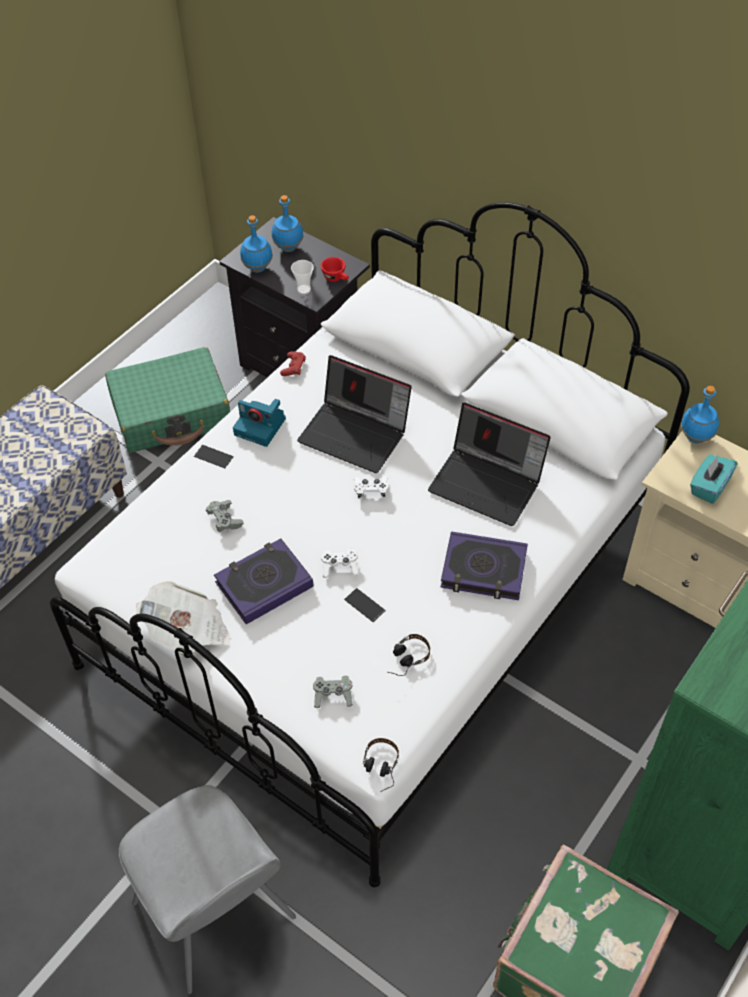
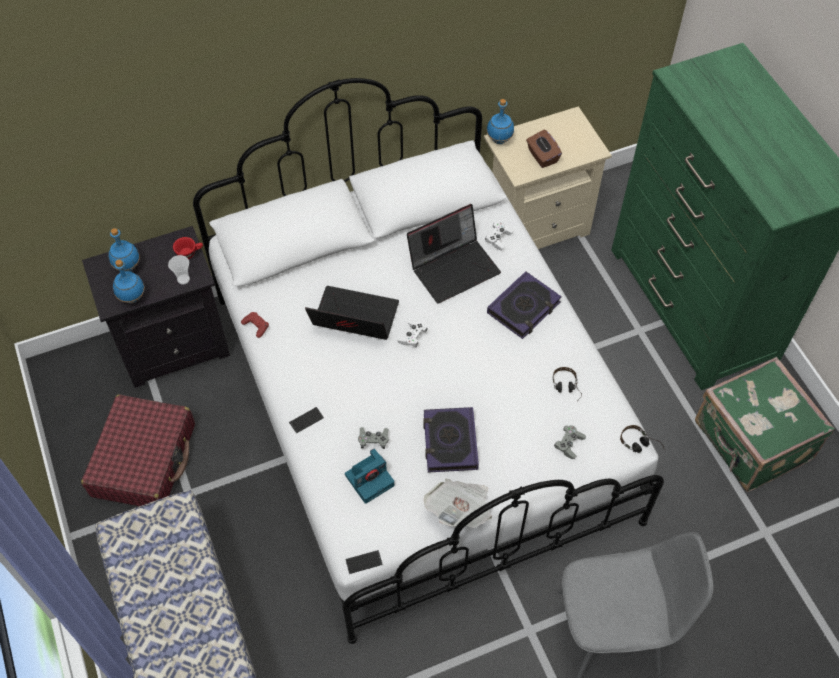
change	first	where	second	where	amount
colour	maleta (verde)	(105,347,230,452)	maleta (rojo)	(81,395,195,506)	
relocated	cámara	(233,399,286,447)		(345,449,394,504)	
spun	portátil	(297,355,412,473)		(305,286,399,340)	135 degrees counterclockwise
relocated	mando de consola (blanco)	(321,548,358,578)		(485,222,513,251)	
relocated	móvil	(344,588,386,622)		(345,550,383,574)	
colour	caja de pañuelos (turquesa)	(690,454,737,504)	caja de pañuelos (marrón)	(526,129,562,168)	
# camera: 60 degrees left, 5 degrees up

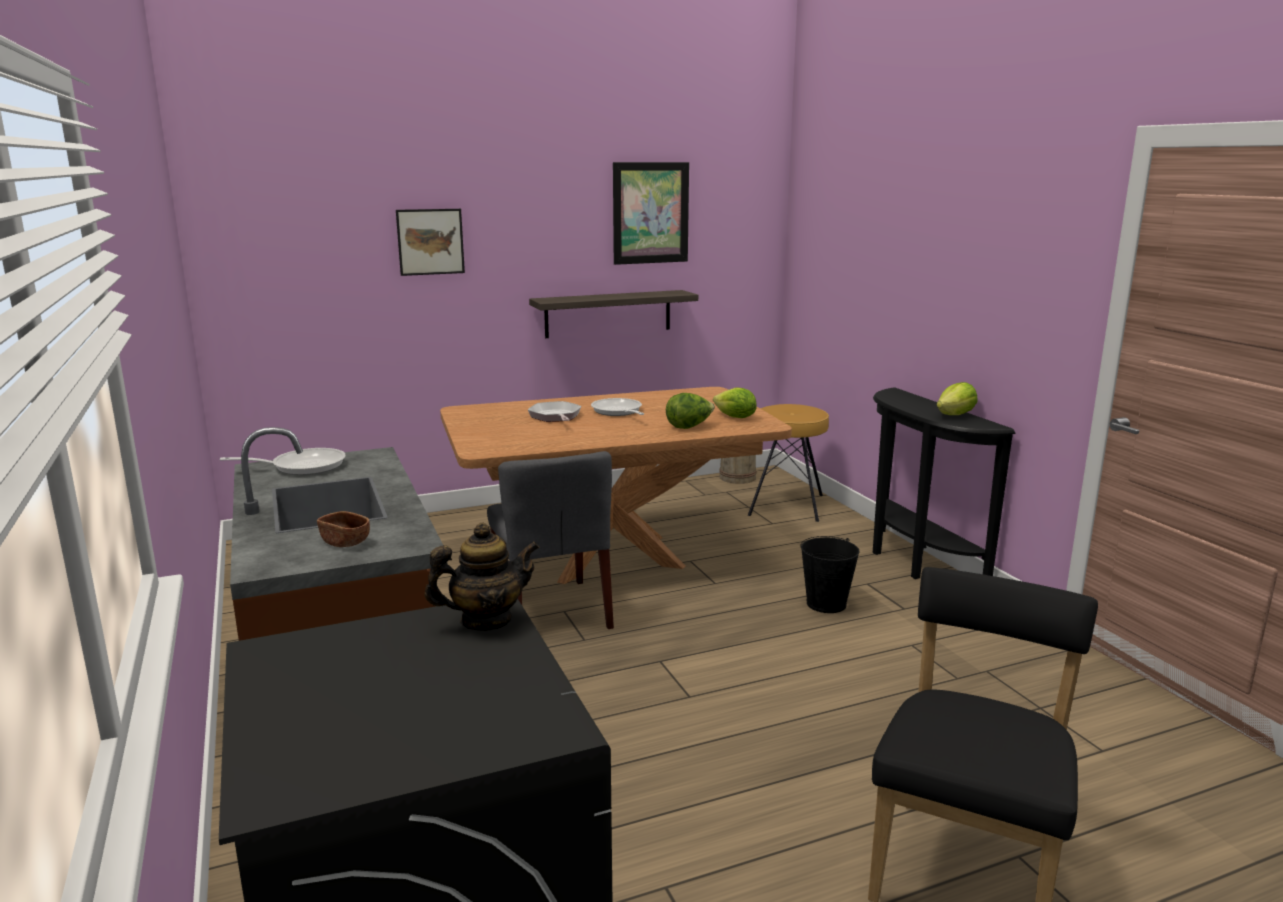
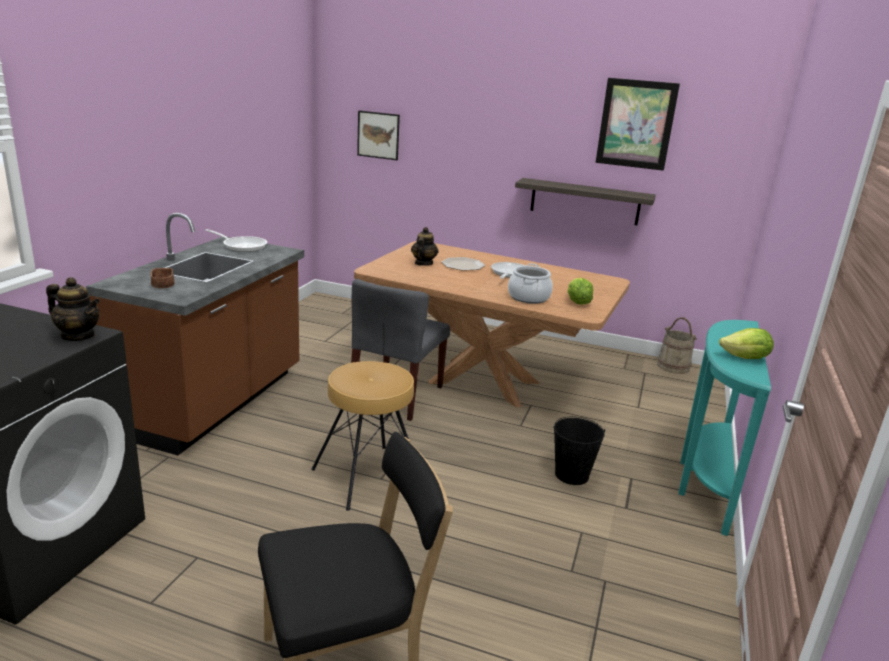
change	first	where	second	where	amount
relocated	cuadro	(396,209,465,276)		(357,111,400,160)	
exchanged	sartén	(528,401,582,422)	plato	(442,257,485,271)	
exchanged	lechuga	(666,393,715,429)	olla	(508,263,553,304)	
relocated	taburete (marrón)	(748,404,829,522)		(311,361,414,511)	
colour	mesa consola (negro)	(873,387,1015,579)	mesa consola (turquesa)	(678,320,771,536)	
appeared			tetera	(411,227,438,266)	
# camera: 40 degrees right, 5 degrees up

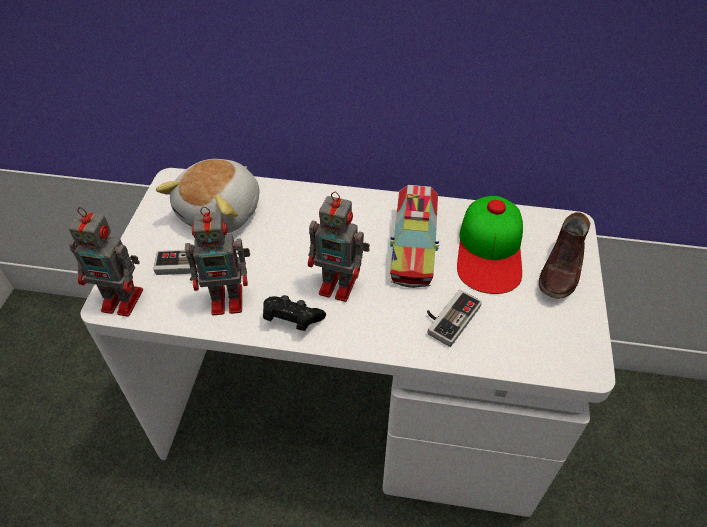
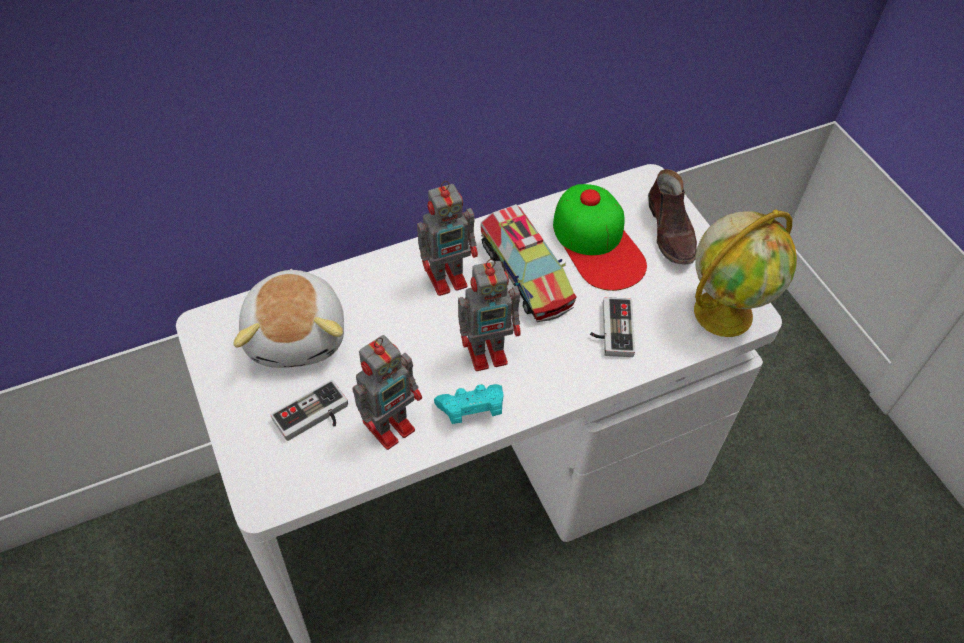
change	first	where	second	where	amount
relocated	robot de juguete	(69,207,143,317)		(417,181,478,296)	
colour	mando de consola (negro)	(263,295,326,331)	mando de consola (turquesa)	(434,384,504,424)	
appeared			globo terráqueo	(694,210,797,337)	
# camera: 35 degrees left, 5 degrees up

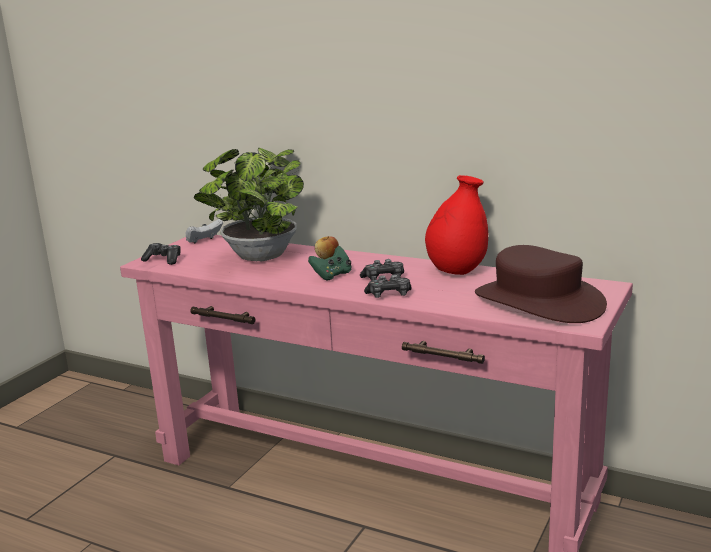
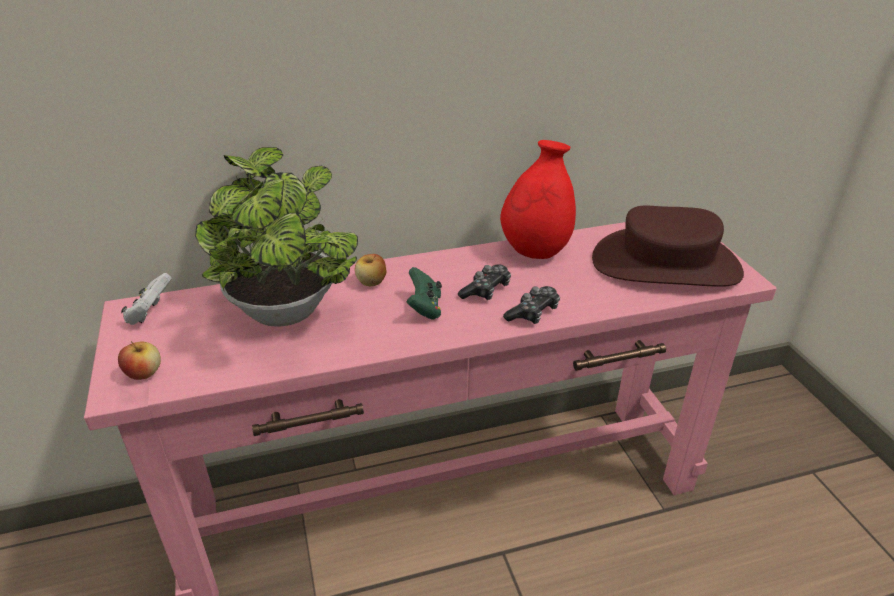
change	first	where	second	where	amount
exchanged	mando de consola	(141,243,181,265)	manzana	(118,341,161,380)	
# camera: 45 degrees left, 15 degrees up

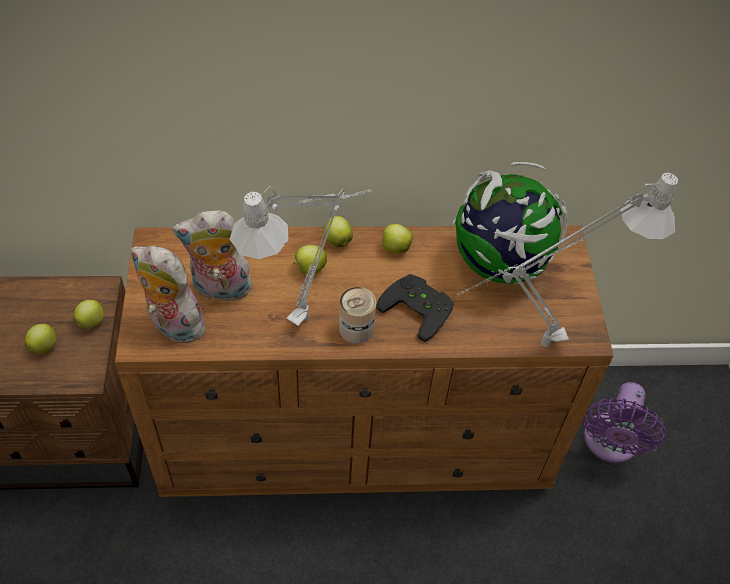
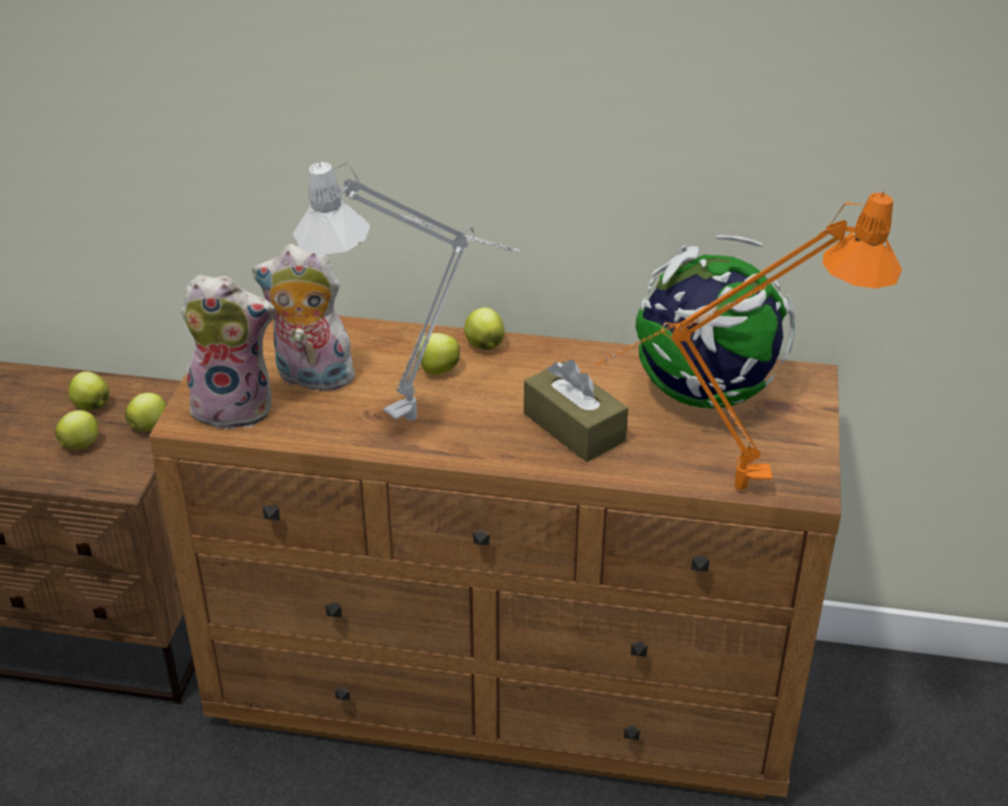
change	first	where	second	where	amount
spun	peluche	(131,246,209,343)		(181,275,275,430)	135 degrees clockwise
missing	lata	(339,287,376,344)			
exchanged	mando de consola (negro)	(376,274,454,342)	caja de pañuelos (marrón)	(524,360,628,462)	
relocated	manzana	(381,224,413,254)		(69,371,109,410)	
colour	lámpara de mesa (gris)	(456,173,678,347)	lámpara de mesa (naranja)	(595,192,902,491)	
missing	ventilador (morado)	(584,382,666,463)			
# camera: 15 degrees right, 15 degrees down

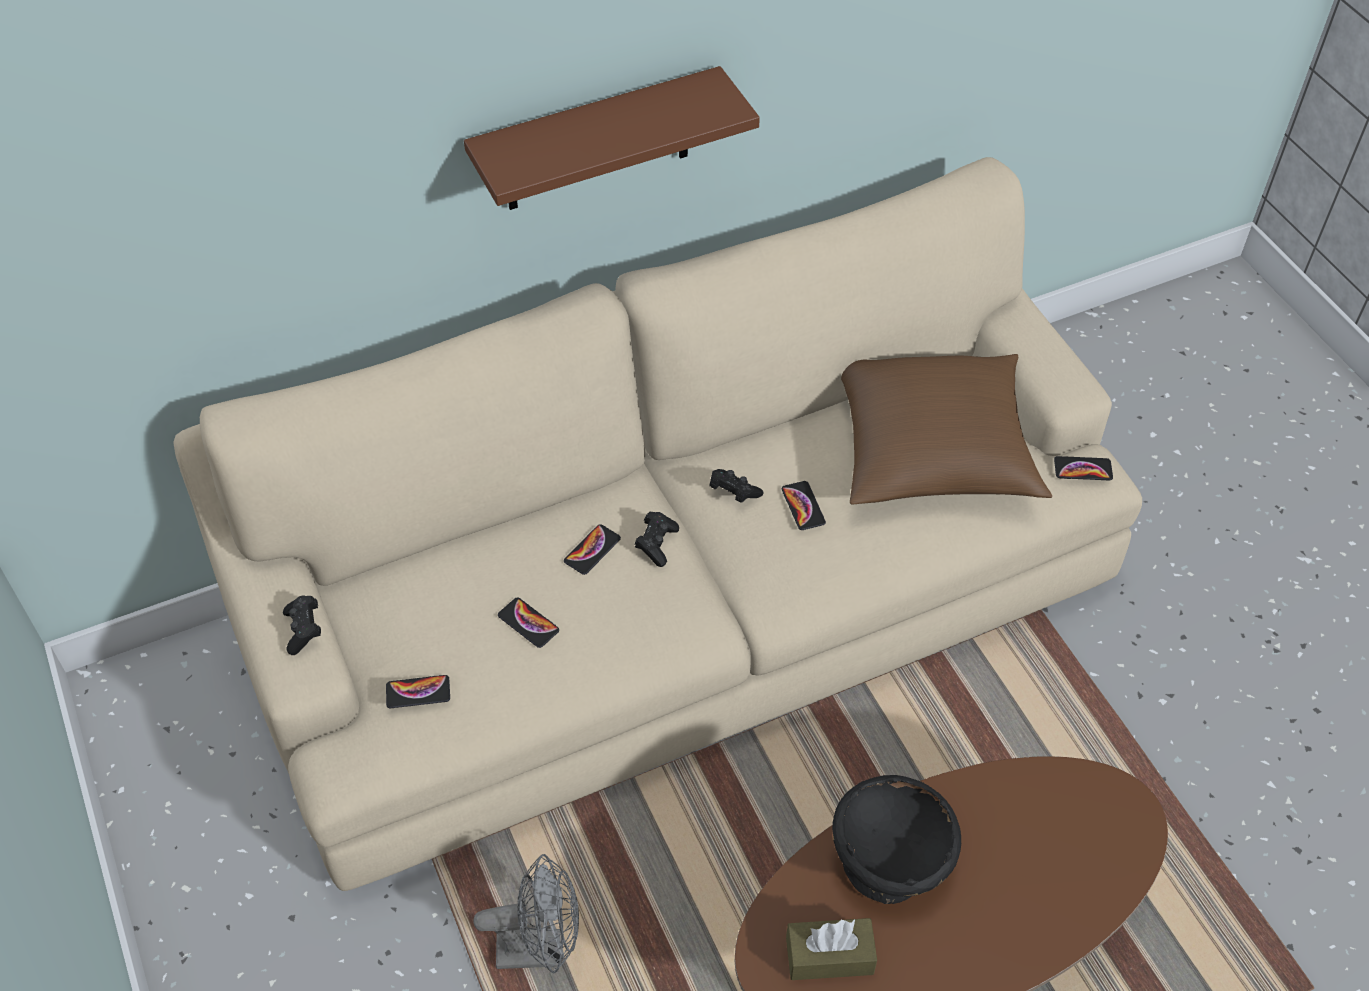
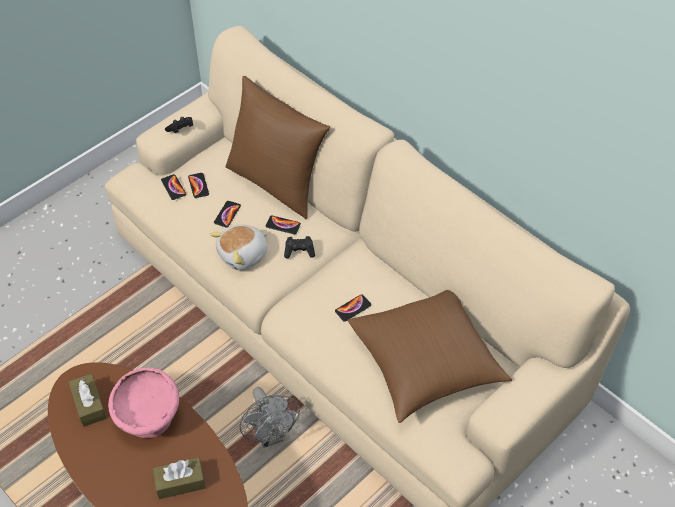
change	first	where	second	where	amount
missing	estante (marrón)	(464,66,760,210)			
relocated	ventilador (gris)	(473,854,579,973)		(239,387,300,448)	
missing	mando de consola (negro)	(709,469,763,503)			
colour	cuenco (negro)	(832,775,961,904)	cuenco (rosa)	(108,367,179,438)	
relocated	móvil	(1054,456,1113,480)		(188,173,209,198)	
appeared			caja de pañuelos (marrón)	(153,457,206,499)	
appeared			peluche	(210,225,269,270)	
appeared			cojín (marrón)	(226,76,330,219)	
# camera: 70 degrees right, 0 degrees up

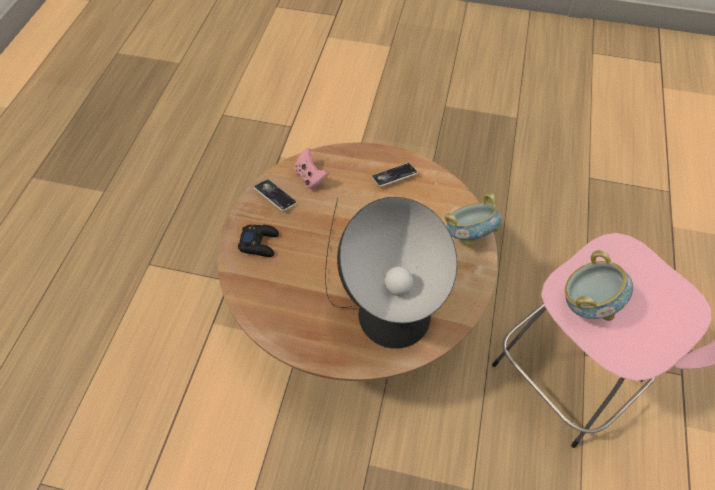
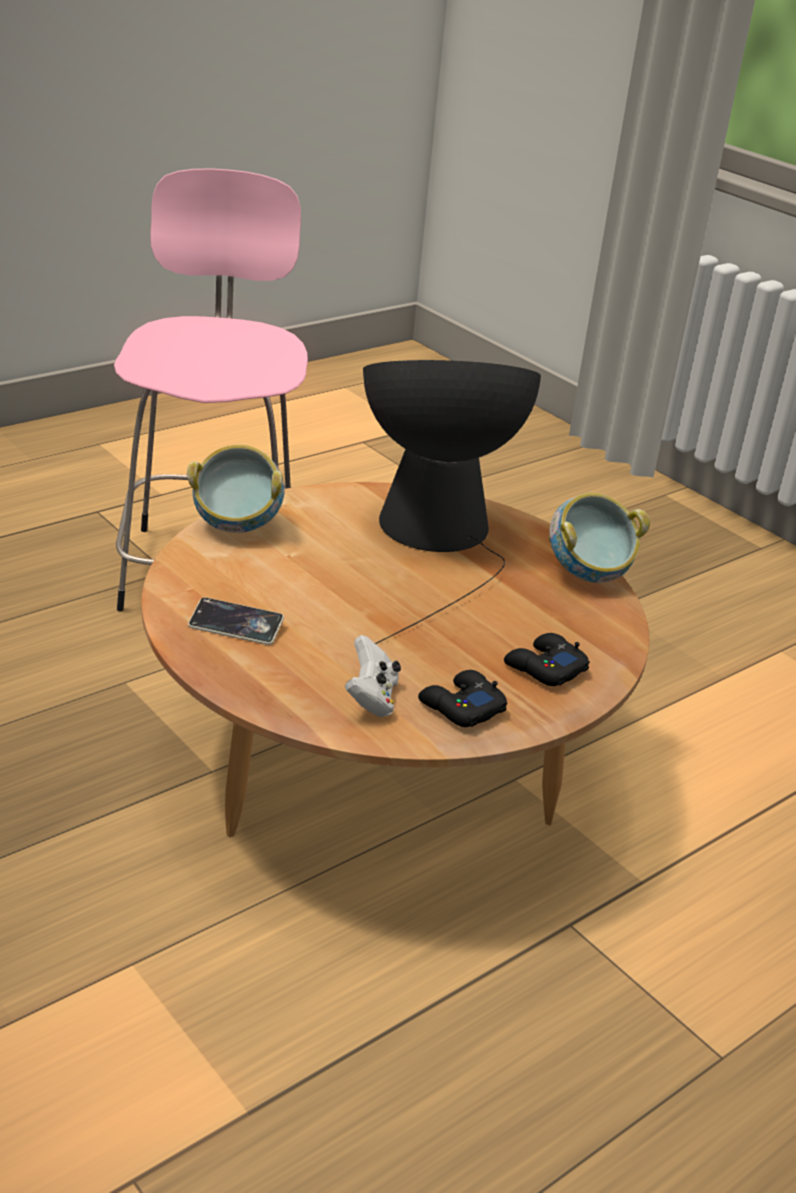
change	first	where	second	where	amount
exchanged	móvil	(254,179,297,211)	mando de consola (negro)	(418,670,507,727)	
colour	mando de consola (rosa)	(294,148,329,190)	mando de consola (blanco)	(344,635,401,717)	
relocated	cuenco	(565,250,633,321)		(548,493,650,583)	
# camera: 145 degrees left, 25 degrees down

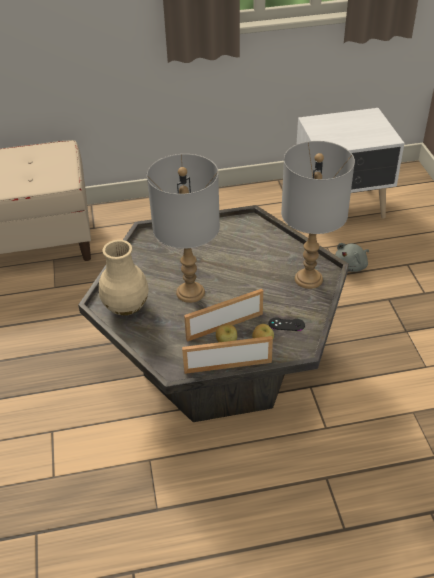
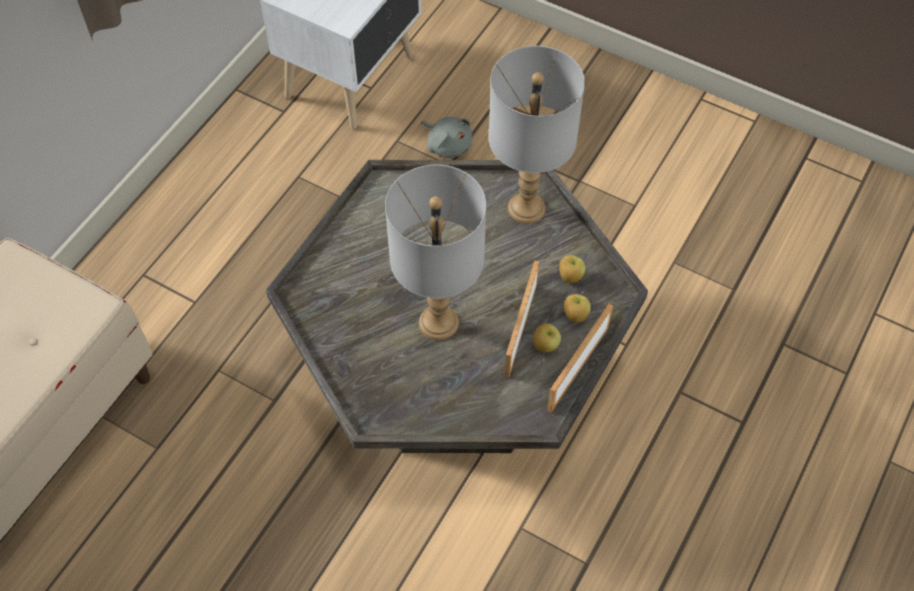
change	first	where	second	where	amount
missing	florero (beis)	(99,240,149,316)			
exchanged	mando de consola (negro)	(269,317,305,331)	manzana	(559,255,586,283)	
spun	peluche (gris)	(335,243,369,272)		(421,117,472,158)	45 degrees counterclockwise
# camera: 50 degrees left, 15 degrees up

